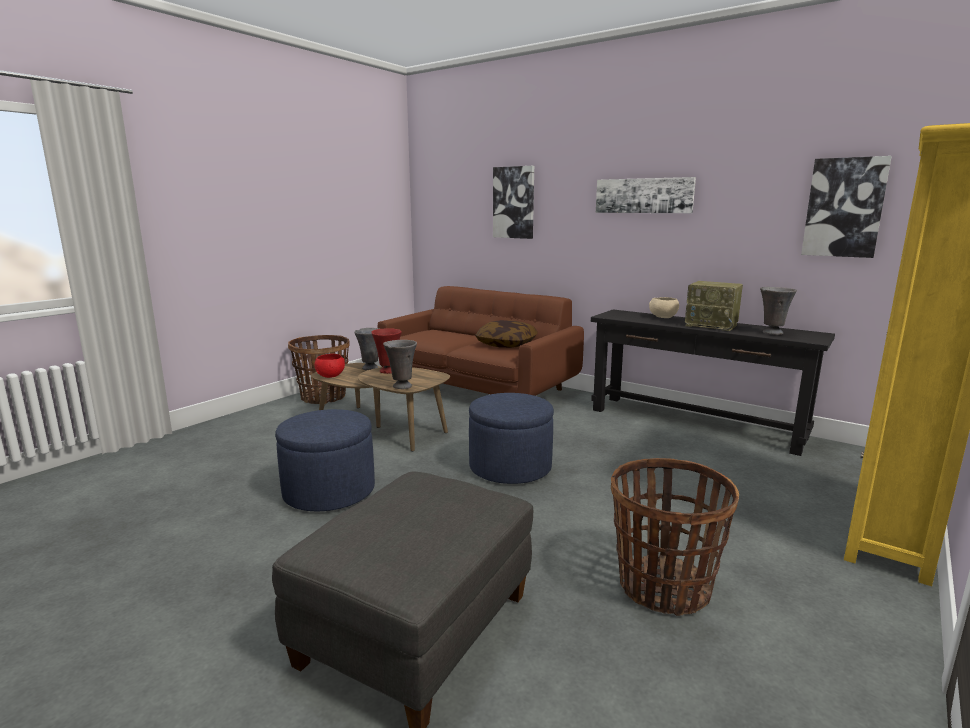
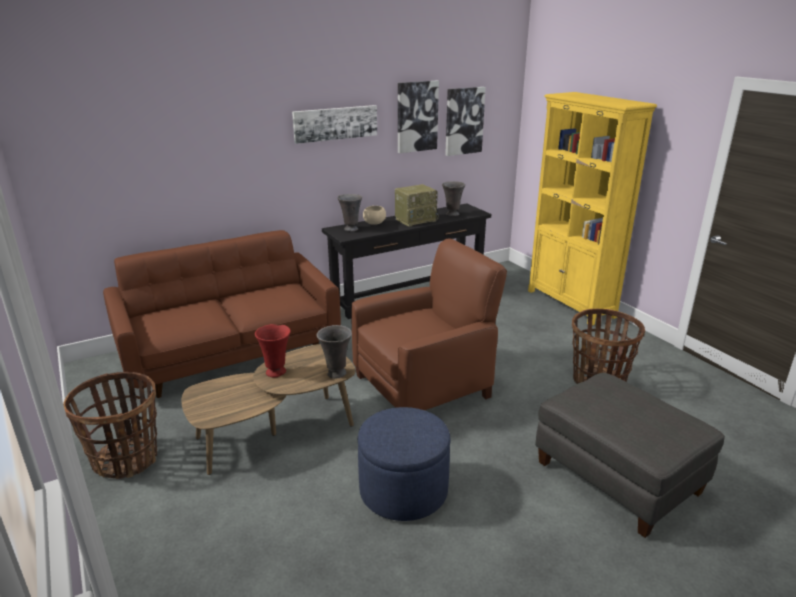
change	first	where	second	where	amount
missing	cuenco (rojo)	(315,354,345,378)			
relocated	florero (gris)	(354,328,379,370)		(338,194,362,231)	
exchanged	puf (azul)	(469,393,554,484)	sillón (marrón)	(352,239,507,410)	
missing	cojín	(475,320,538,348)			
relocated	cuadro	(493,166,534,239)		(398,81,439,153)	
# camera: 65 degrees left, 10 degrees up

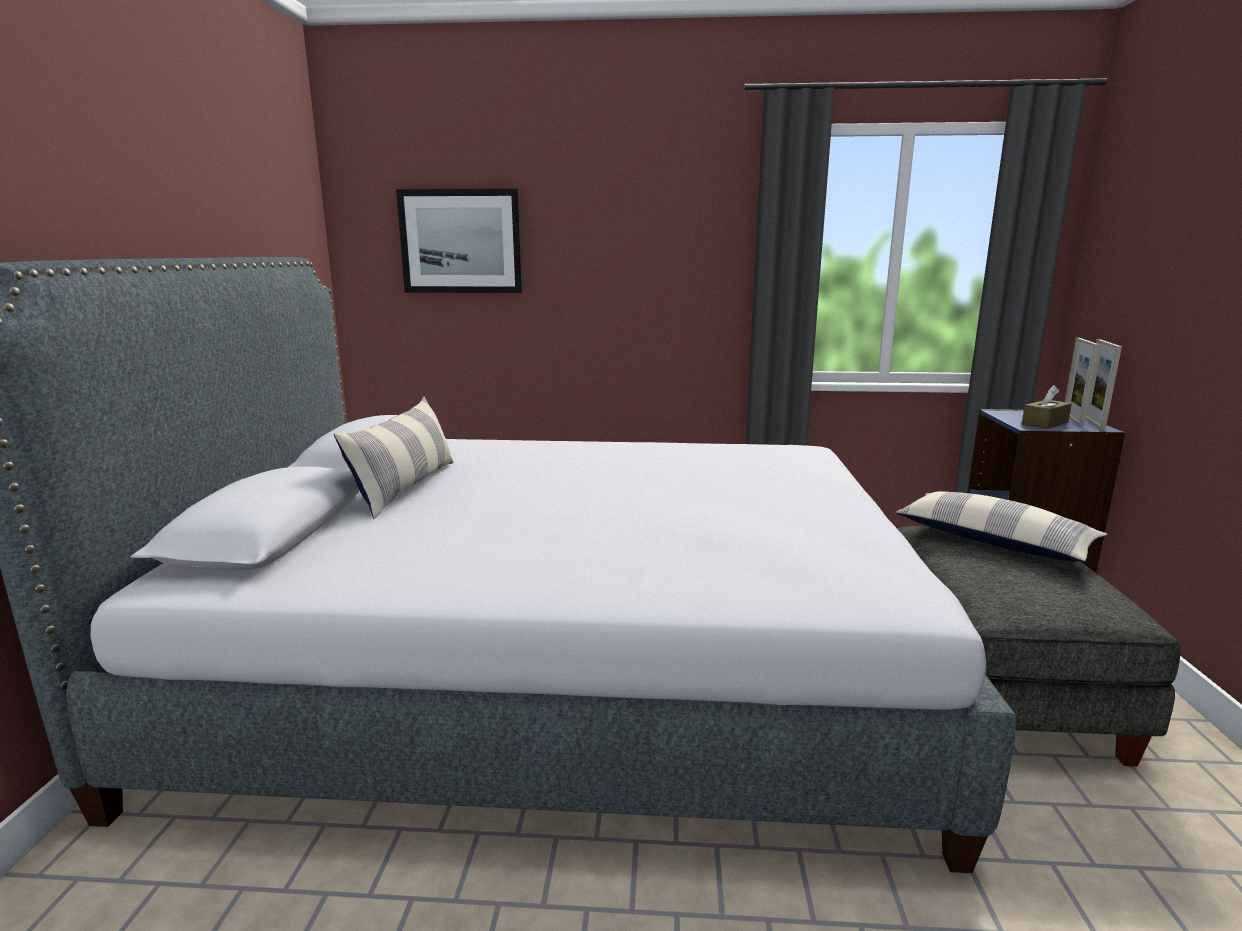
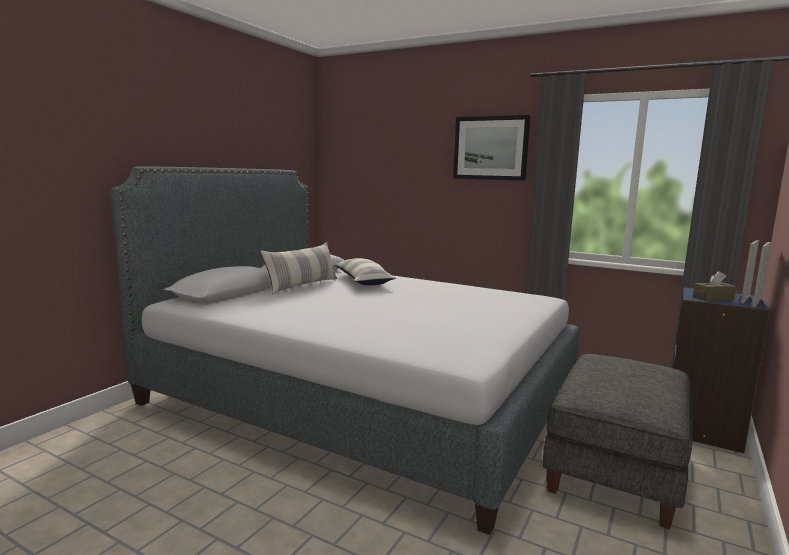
change	first	where	second	where	amount
relocated	cuadro	(396,189,523,293)		(453,115,530,181)	
relocated	cojín	(896,491,1107,562)		(335,258,396,285)	
# camera: 25 degrees right, 5 degrees down

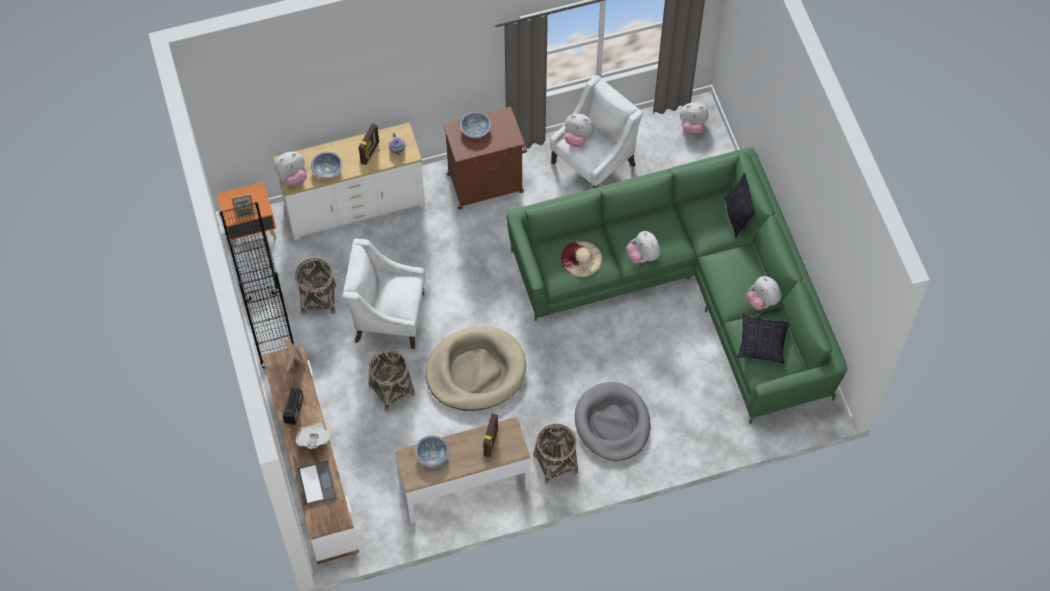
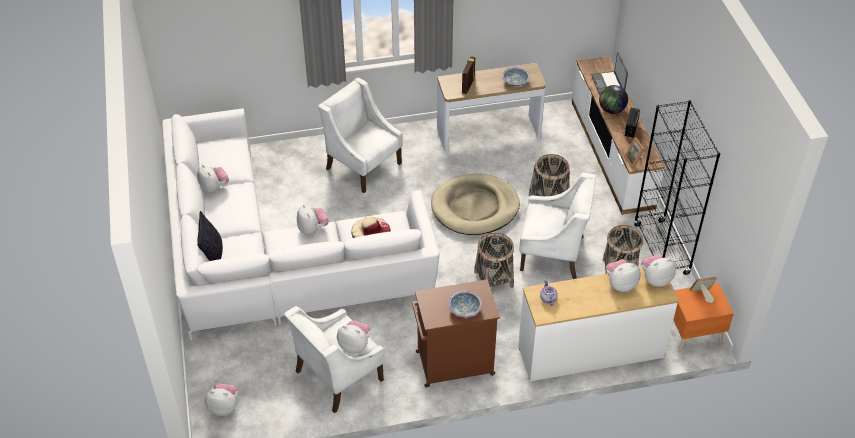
change	first	where	second	where	amount
exchanged	periódico	(295,422,331,449)	globo terráqueo	(599,85,628,114)	
exchanged	cuenco	(311,151,343,179)	peluche	(606,259,641,292)	
missing	portarretratos	(359,123,379,165)			
colour	sofá (verde)	(506,147,848,424)	sofá (blanco)	(162,108,440,340)	
relocated	cesta	(533,424,578,484)		(474,233,514,288)	
exchanged	cama para perro (gris)	(575,382,651,461)	sillón (blanco)	(318,78,403,193)	
missing	cojín	(737,314,789,364)			
# camera: 175 degrees left, 15 degrees down

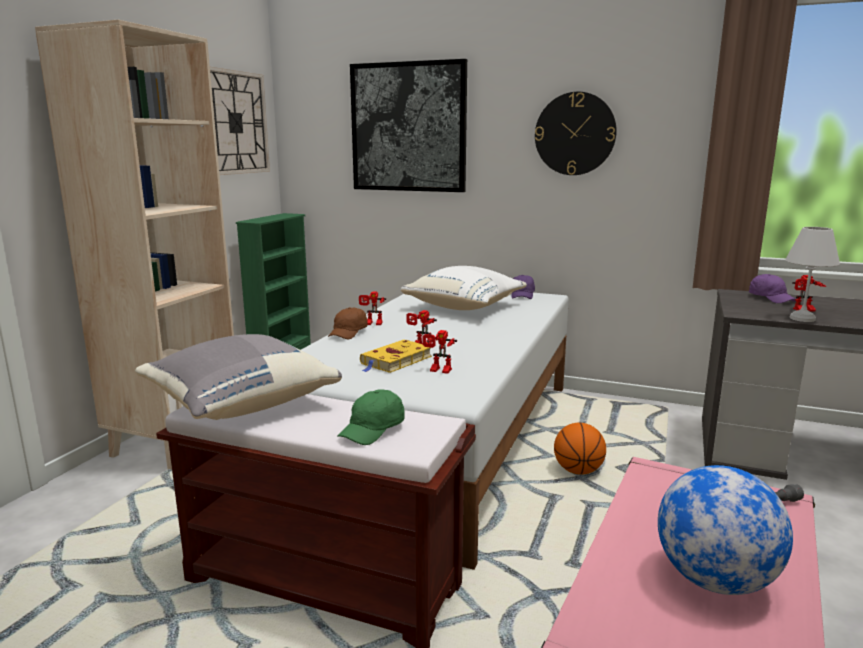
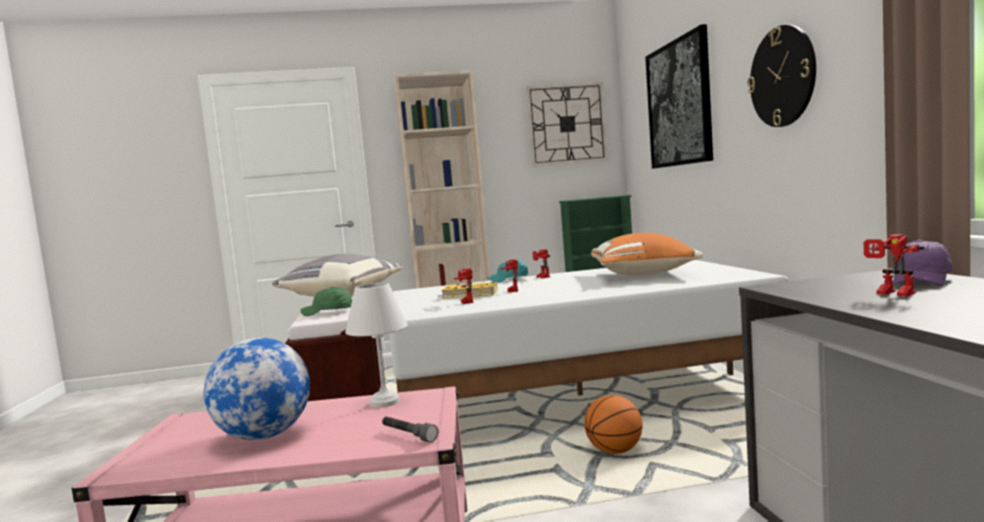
change	first	where	second	where	amount
colour	gorra (marrón)	(328,307,368,339)	gorra (turquesa)	(487,259,528,283)	
colour	cojín (blanco)	(401,266,527,310)	cojín (naranja)	(591,233,703,276)	
missing	gorra (morado)	(512,275,535,299)			
relocated	lámpara de mesa (blanco)	(785,227,840,322)		(345,283,408,408)	
# camera: 60 degrees right, 10 degrees down

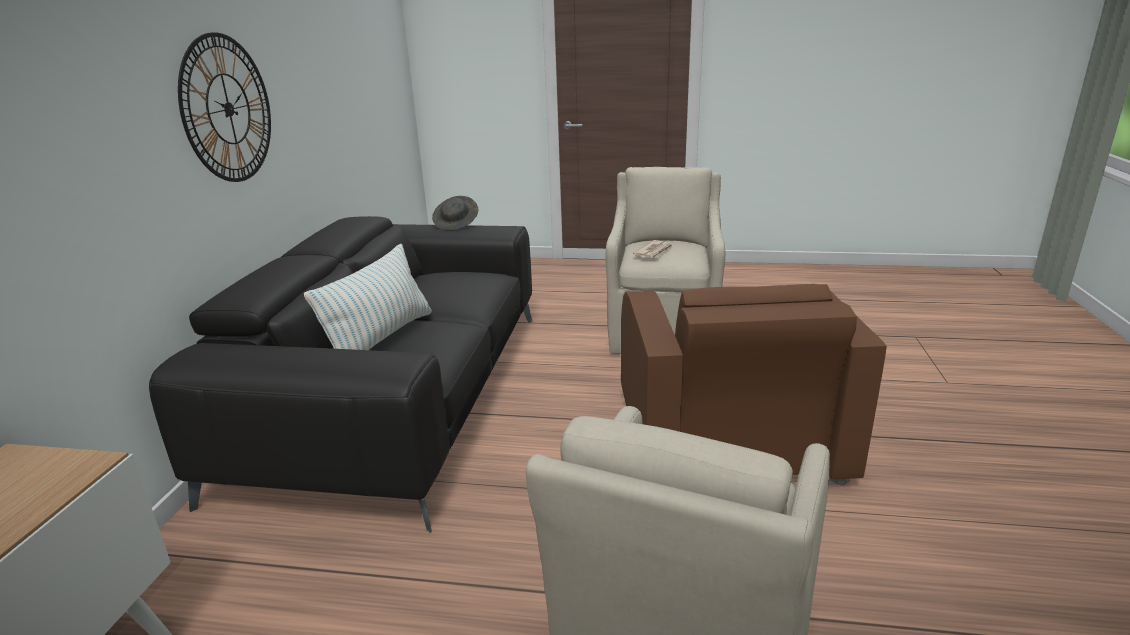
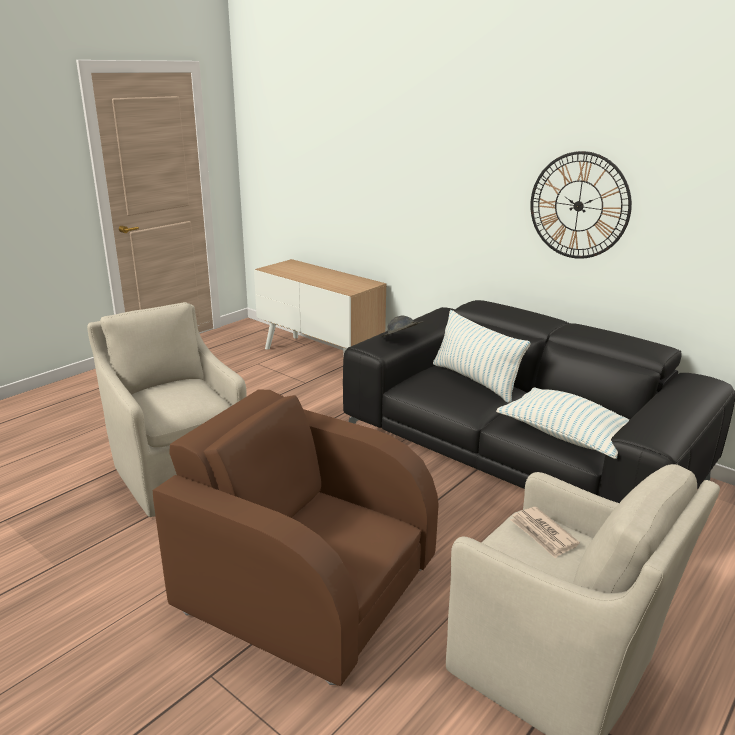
change	first	where	second	where	amount
relocated	sombrero (gris)	(432,196,479,230)		(380,316,423,337)	
appeared			cojín	(496,387,629,459)	
# camera: 120 degrees right, 0 degrees up

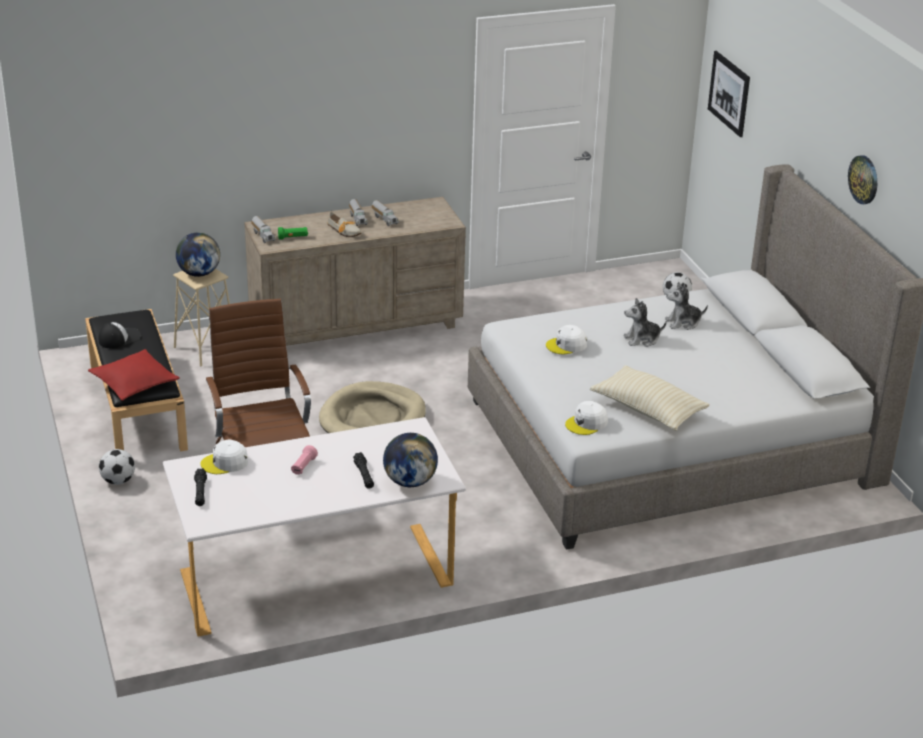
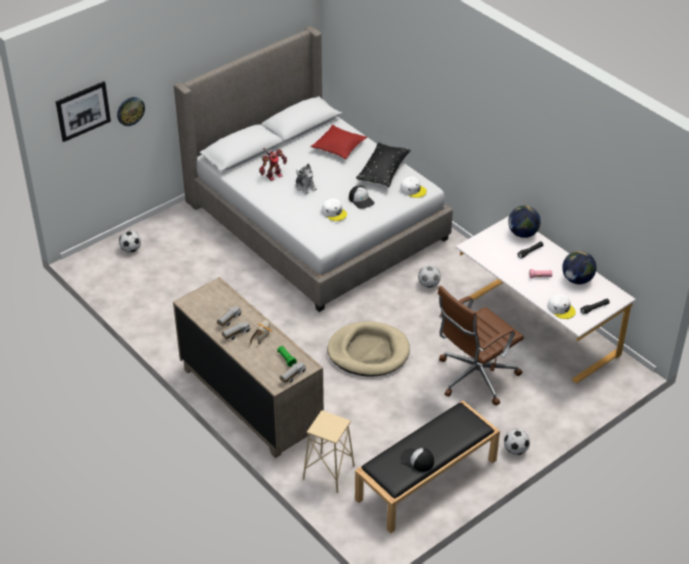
change	first	where	second	where	amount
relocated	cojín (rojo)	(88,349,180,401)		(311,125,367,159)	
relocated	globo terráqueo	(176,233,220,277)		(562,251,596,284)	
colour	cojín (beis)	(590,365,710,431)	cojín (negro)	(356,142,411,187)	
exchanged	peluche	(665,282,708,330)	robot de juguete	(259,148,287,181)	
relocated	reloj de pared	(848,155,877,204)		(117,97,145,126)	
appeared			gorra	(349,186,374,209)	
appeared			balón de fútbol	(418,265,441,288)	
# camera: 110 degrees left, 10 degrees up

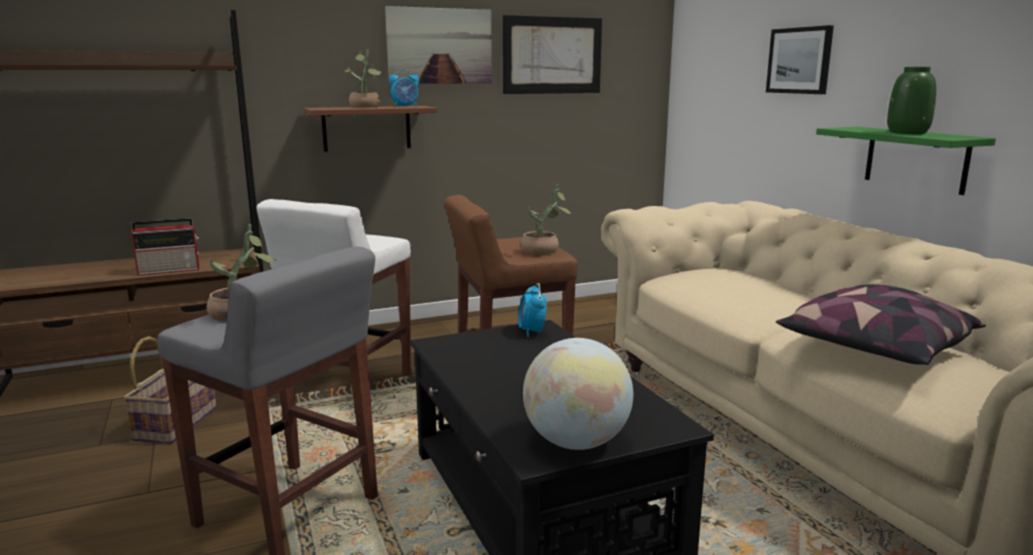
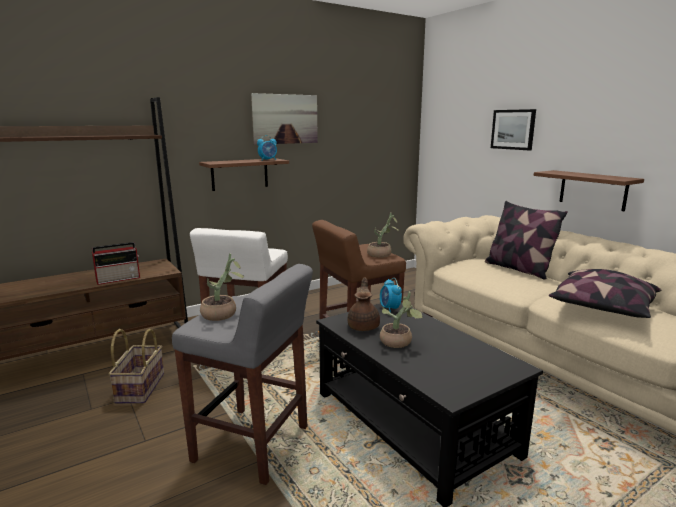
change	first	where	second	where	amount
relocated	planta en maceta	(345,49,381,108)		(380,291,423,348)	
missing	cuadro	(503,15,602,94)			
missing	globo terráqueo	(523,338,633,450)			
colour	estante (verde)	(816,127,996,195)	estante (marrón)	(534,170,644,212)	
missing	florero (verde)	(887,67,936,134)			
appeared			tetera (marrón)	(347,277,380,331)	
appeared			cojín	(485,201,568,280)	
# camera: 10 degrees left, 0 degrees up

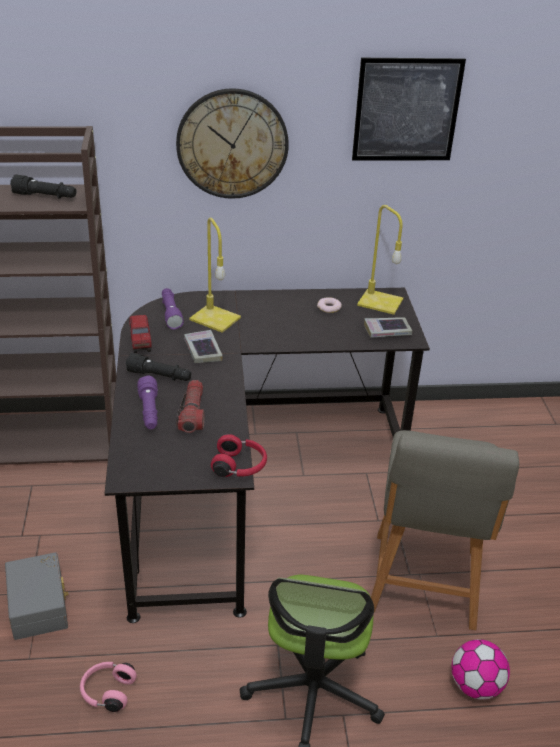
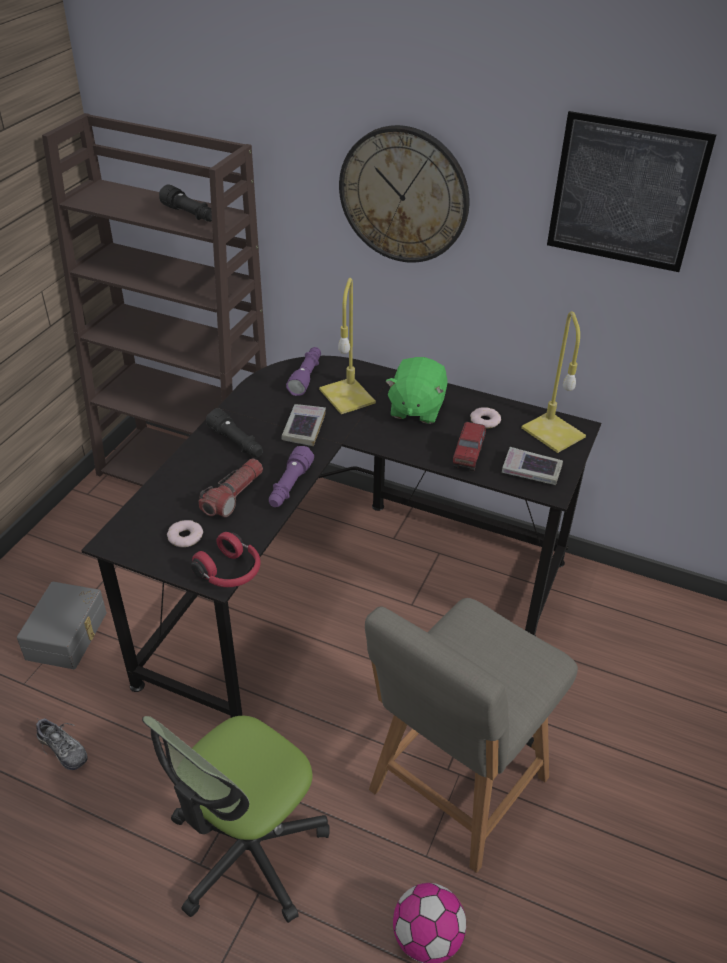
change	first	where	second	where	amount
exchanged	auriculares (rosa)	(80,662,137,712)	zapato	(36,717,88,770)	
relocated	camión de juguete	(129,315,152,353)		(453,422,486,471)	
relocated	linterna (morado)	(137,375,158,429)		(269,446,314,507)	
appeared			rosquilla	(167,520,203,547)	
appeared			peluche (verde)	(385,357,448,424)	
# camera: 30 degrees right, 5 degrees up

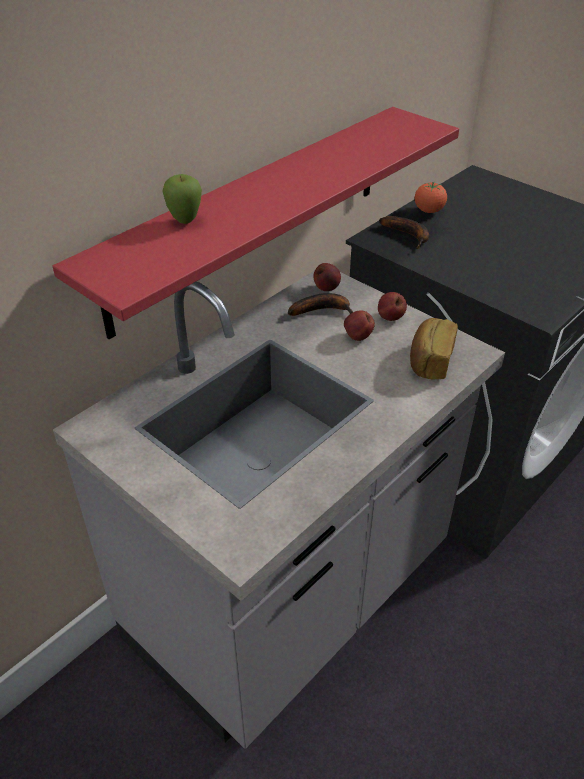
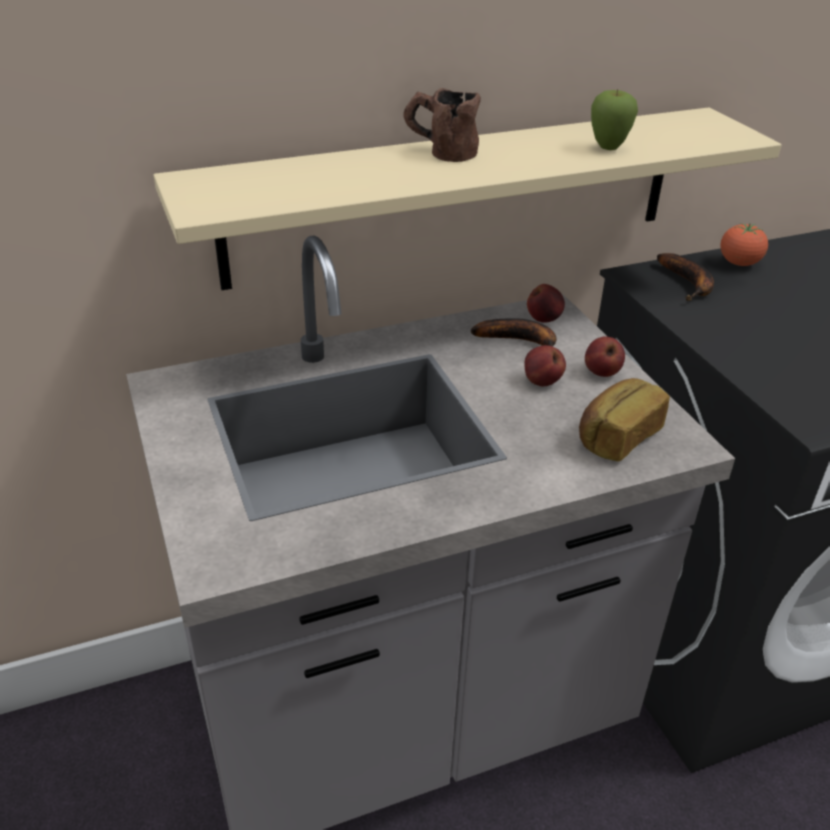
change	first	where	second	where	amount
colour	estante (rojo)	(52,107,459,339)	estante (beis)	(153,107,782,290)	
relocated	manzana	(162,174,202,224)		(591,89,638,150)	
appeared			taza grande (marrón)	(404,88,481,162)	
# camera: 25 degrees right, 5 degrees down

